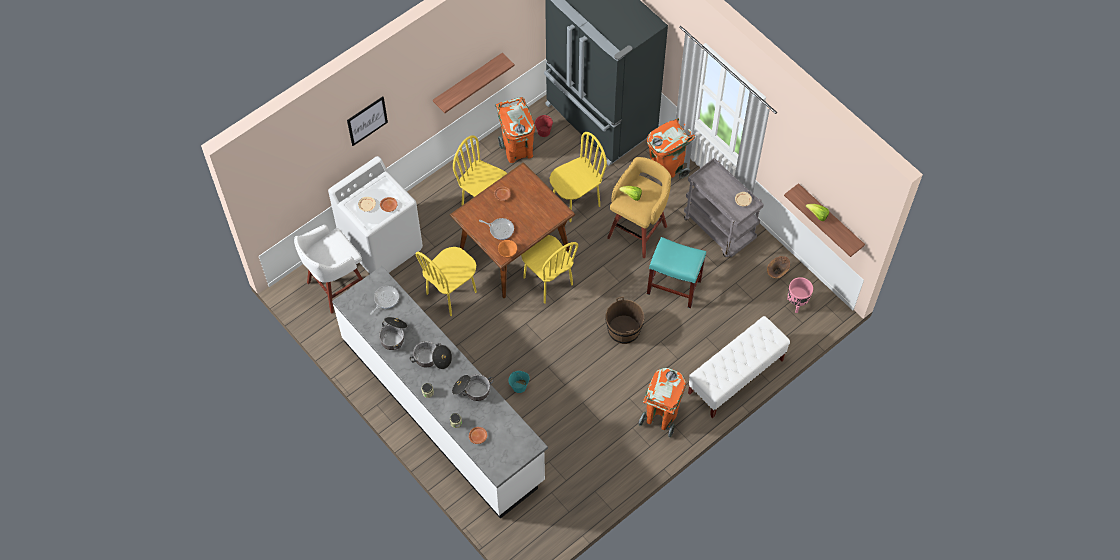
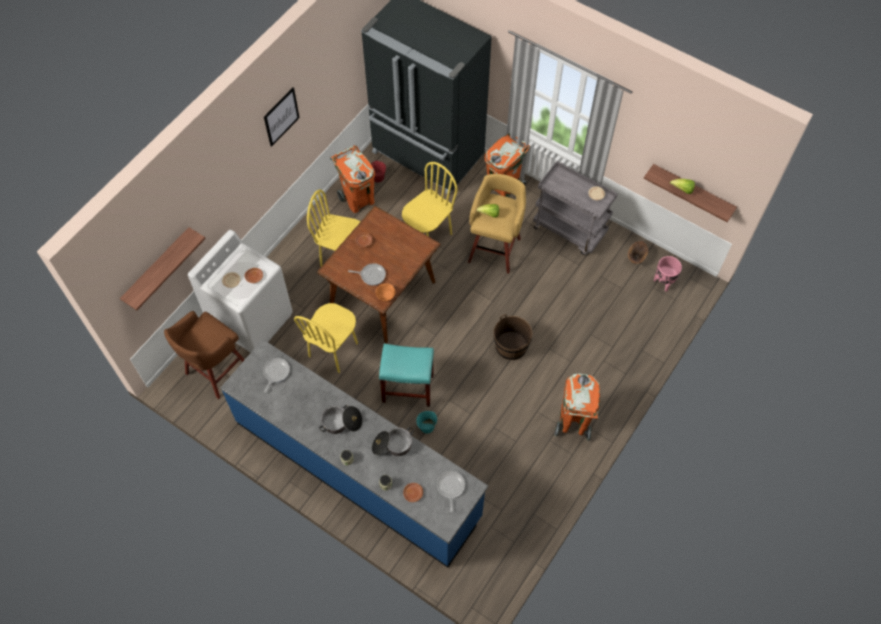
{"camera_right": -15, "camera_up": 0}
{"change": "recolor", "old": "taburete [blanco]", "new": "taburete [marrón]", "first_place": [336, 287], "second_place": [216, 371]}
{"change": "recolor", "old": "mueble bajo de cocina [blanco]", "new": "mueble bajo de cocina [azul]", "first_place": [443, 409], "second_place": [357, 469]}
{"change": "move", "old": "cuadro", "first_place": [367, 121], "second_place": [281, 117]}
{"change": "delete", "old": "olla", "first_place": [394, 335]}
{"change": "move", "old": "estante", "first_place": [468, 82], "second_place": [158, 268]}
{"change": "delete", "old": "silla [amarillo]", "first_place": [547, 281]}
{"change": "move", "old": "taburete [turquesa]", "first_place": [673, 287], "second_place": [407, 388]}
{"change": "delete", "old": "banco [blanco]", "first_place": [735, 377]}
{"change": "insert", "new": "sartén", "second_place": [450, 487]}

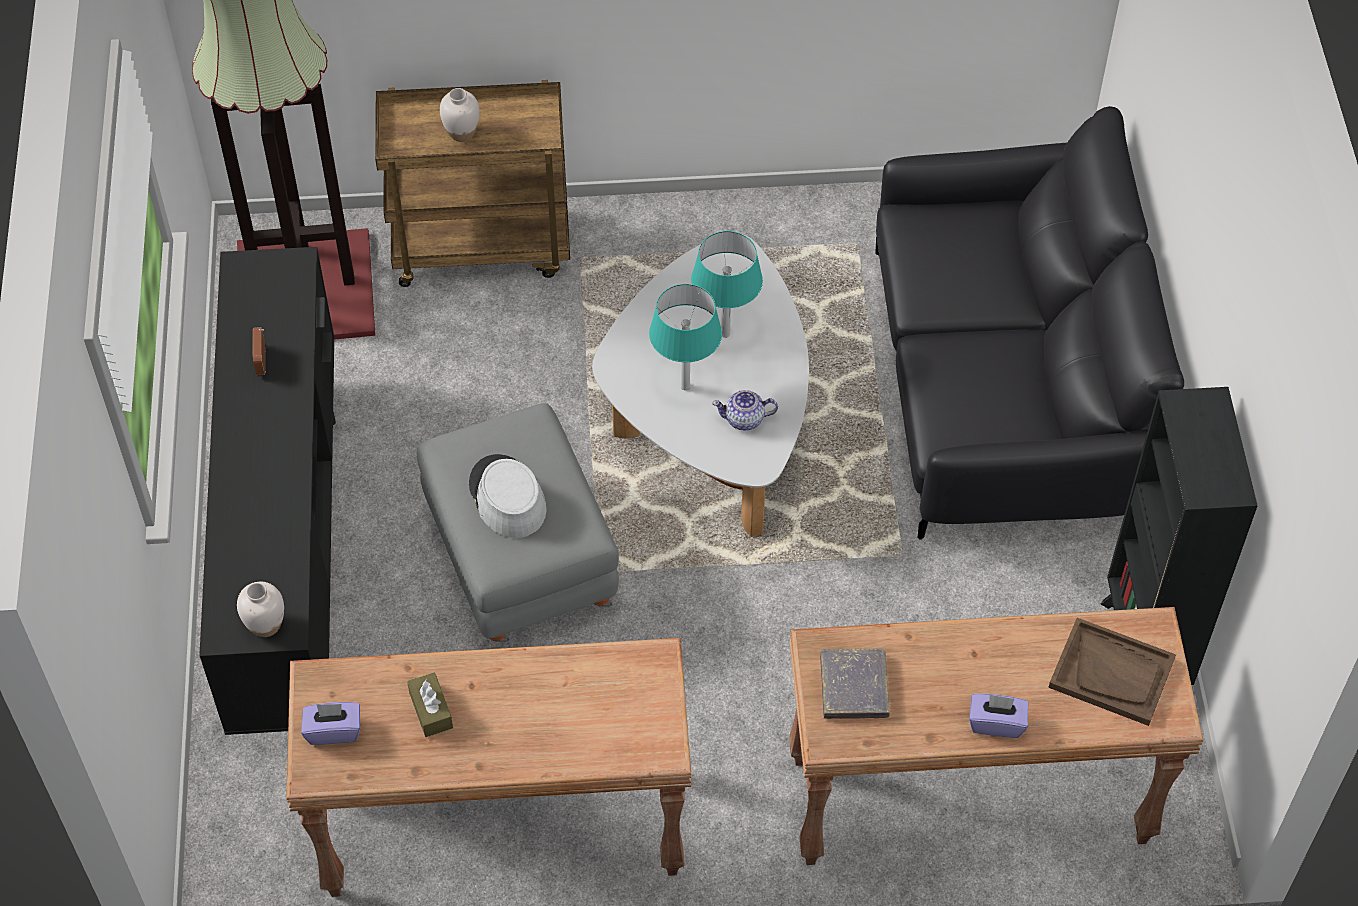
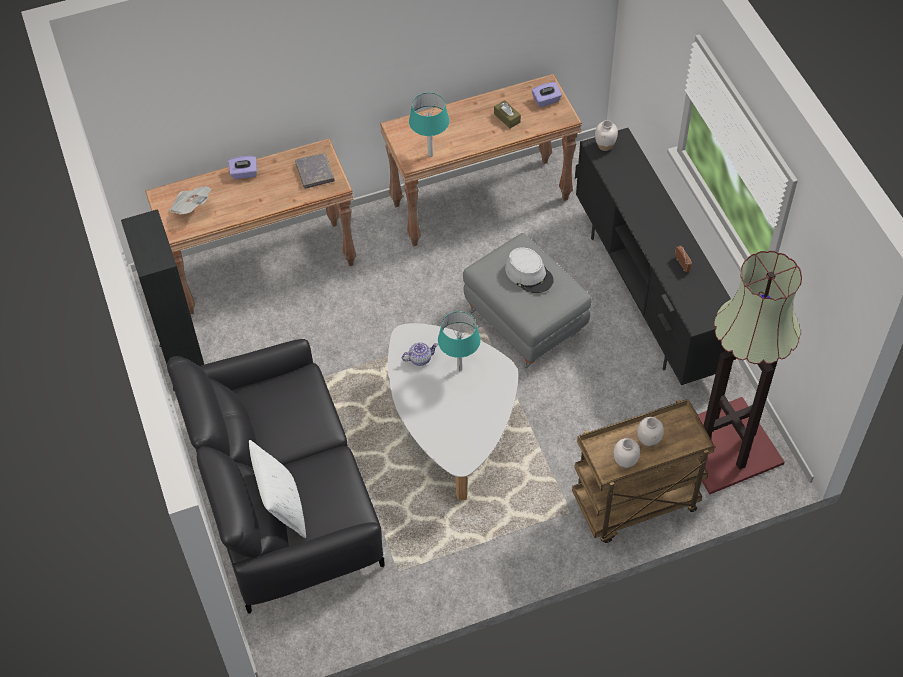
{"camera_right": 165, "camera_up": 0}
{"change": "move", "old": "lámpara de mesa [turquesa]", "first_place": [725, 334], "second_place": [430, 154]}
{"change": "replace", "old": "bandeja [marrón]", "new": "periódico", "first_place": [1112, 673], "second_place": [191, 207]}
{"change": "insert", "new": "cojín [blanco]", "second_place": [282, 507]}
{"change": "insert", "new": "florero [blanco]", "second_place": [624, 463]}

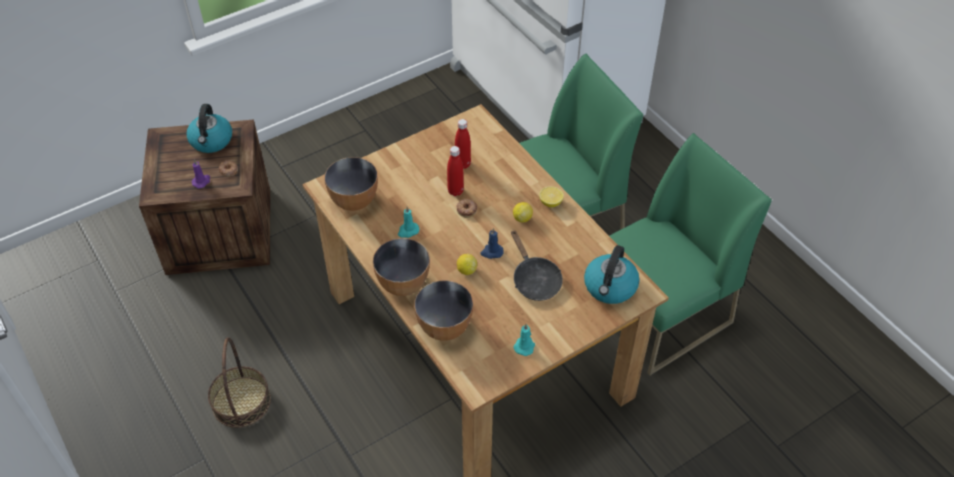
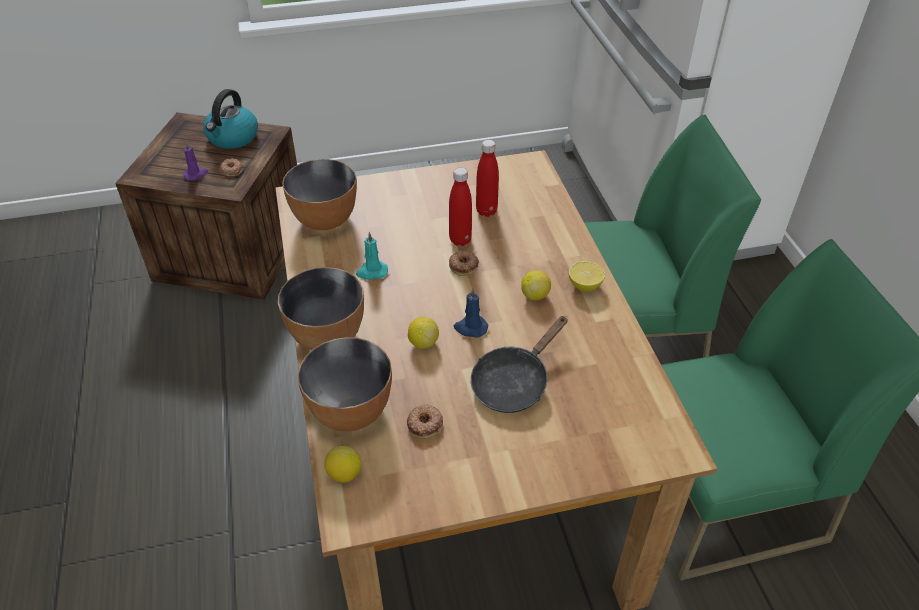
{"camera_right": 20, "camera_up": -5}
{"change": "delete", "old": "cesta", "first_place": [241, 402]}
{"change": "rotate", "old": "sartén [negro]", "first_place": [534, 280], "second_place": [514, 382], "degrees": 45}
{"change": "delete", "old": "vela [turquesa]", "first_place": [524, 346]}
{"change": "delete", "old": "hervidor", "first_place": [610, 287]}
{"change": "insert", "new": "limón", "second_place": [344, 474]}
{"change": "insert", "new": "rosquilla", "second_place": [425, 424]}

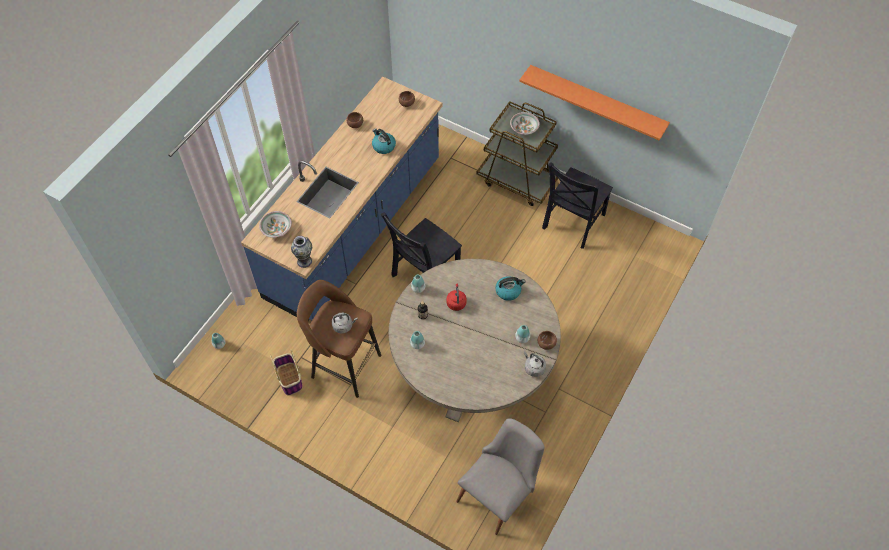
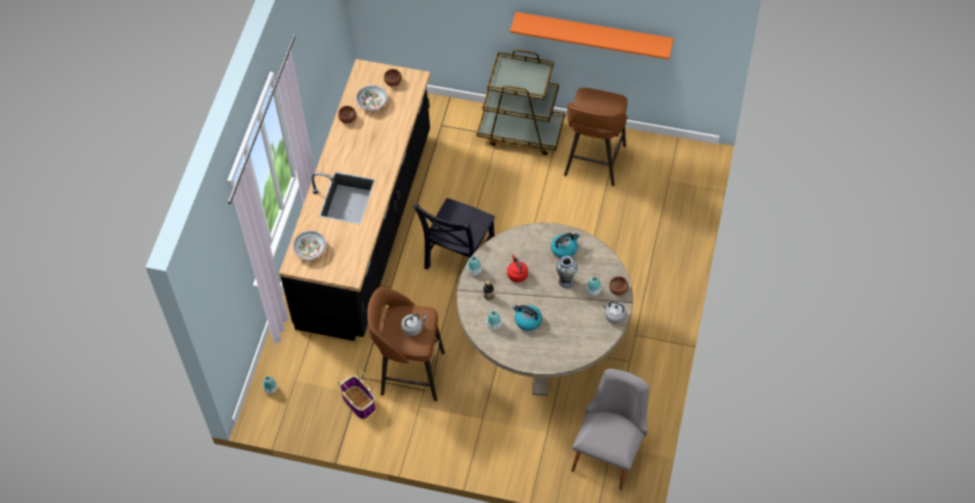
{"camera_right": -15, "camera_up": 0}
{"change": "recolor", "old": "mueble bajo de cocina [azul]", "new": "mueble bajo de cocina [negro]", "first_place": [355, 228], "second_place": [367, 229]}
{"change": "move", "old": "florero", "first_place": [304, 261], "second_place": [565, 281]}
{"change": "move", "old": "hervidor", "first_place": [383, 146], "second_place": [527, 321]}
{"change": "move", "old": "cuenco", "first_place": [524, 129], "second_place": [372, 103]}
{"change": "replace", "old": "silla [negro]", "new": "taburete [marrón]", "first_place": [572, 223], "second_place": [594, 162]}

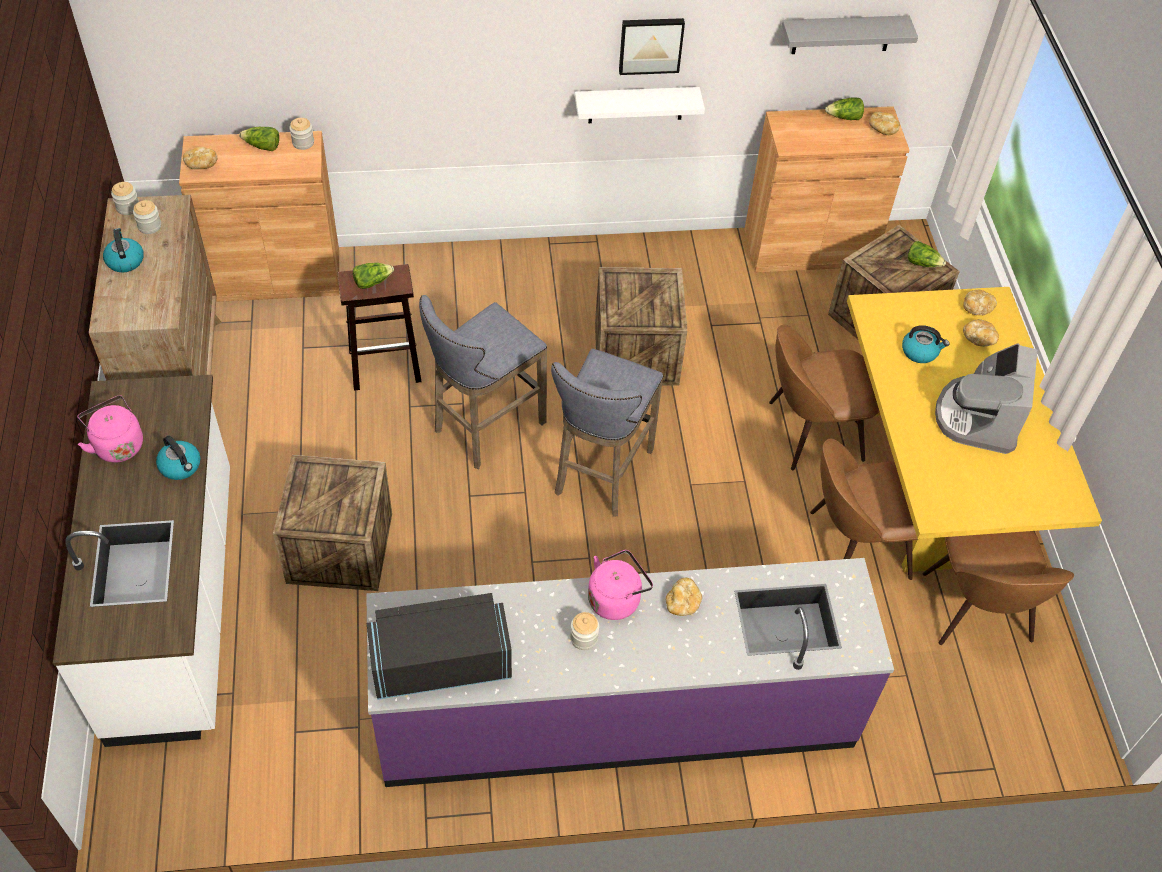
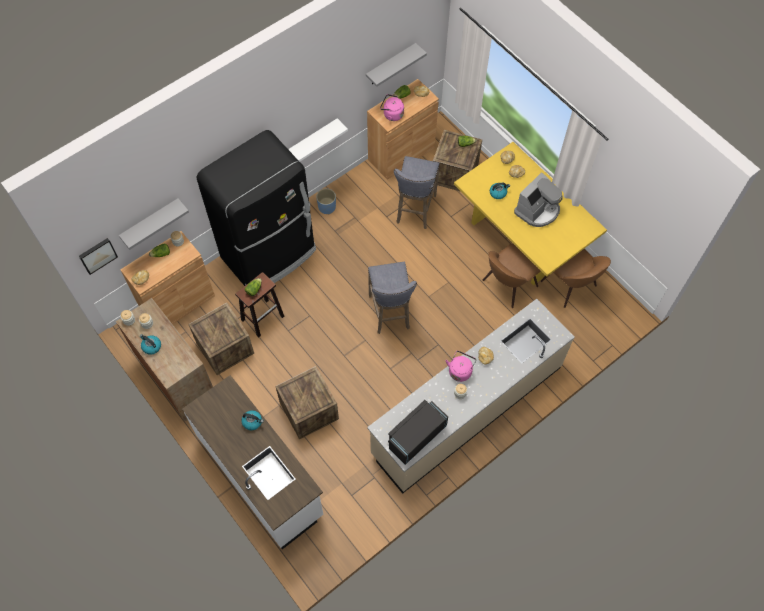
{"camera_right": -30, "camera_up": 10}
{"change": "move", "old": "hervidor [rosa]", "first_place": [117, 444], "second_place": [392, 114]}
{"change": "recolor", "old": "mueble bajo de cocina [morado]", "new": "mueble bajo de cocina [beis]", "first_place": [616, 713], "second_place": [466, 410]}
{"change": "move", "old": "taburete [gris]", "first_place": [485, 429], "second_place": [415, 211]}
{"change": "move", "old": "caja de embalaje", "first_place": [636, 353], "second_place": [225, 348]}
{"change": "move", "old": "cuadro", "first_place": [650, 44], "second_place": [97, 255]}
{"change": "delete", "old": "silla [marrón]", "first_place": [811, 431]}
{"change": "rotate", "old": "cafetera", "first_place": [978, 417], "second_place": [537, 210], "degrees": -120}
{"change": "insert", "new": "estante [gris]", "second_place": [151, 222]}
{"change": "insert", "new": "nevera [negro]", "second_place": [270, 254]}
{"change": "insert", "new": "maceta [azul]", "second_place": [327, 207]}

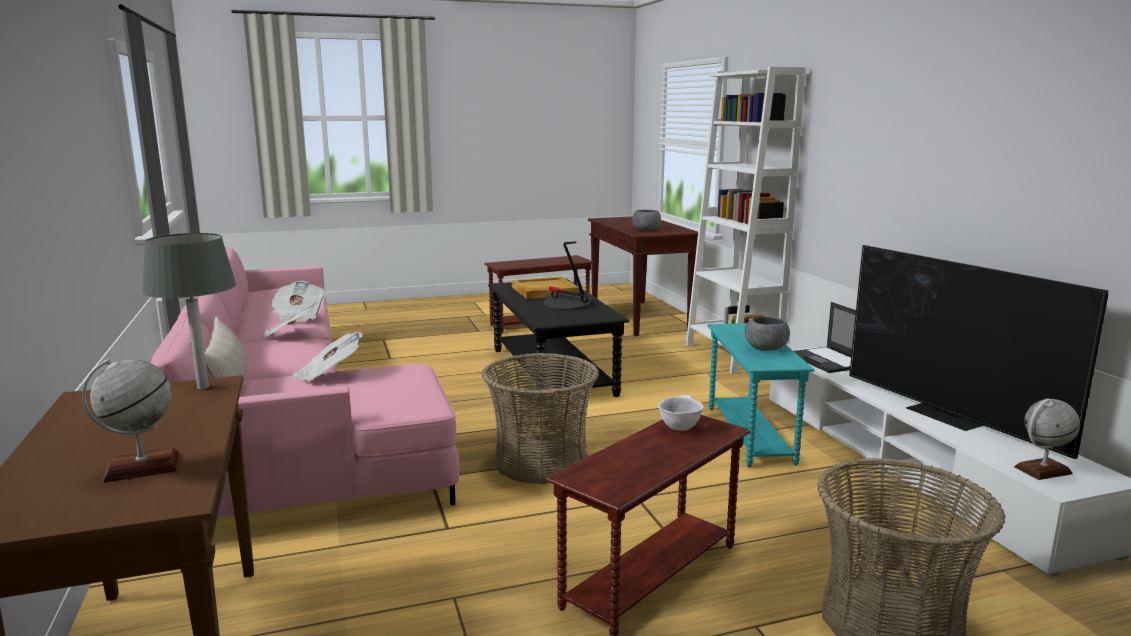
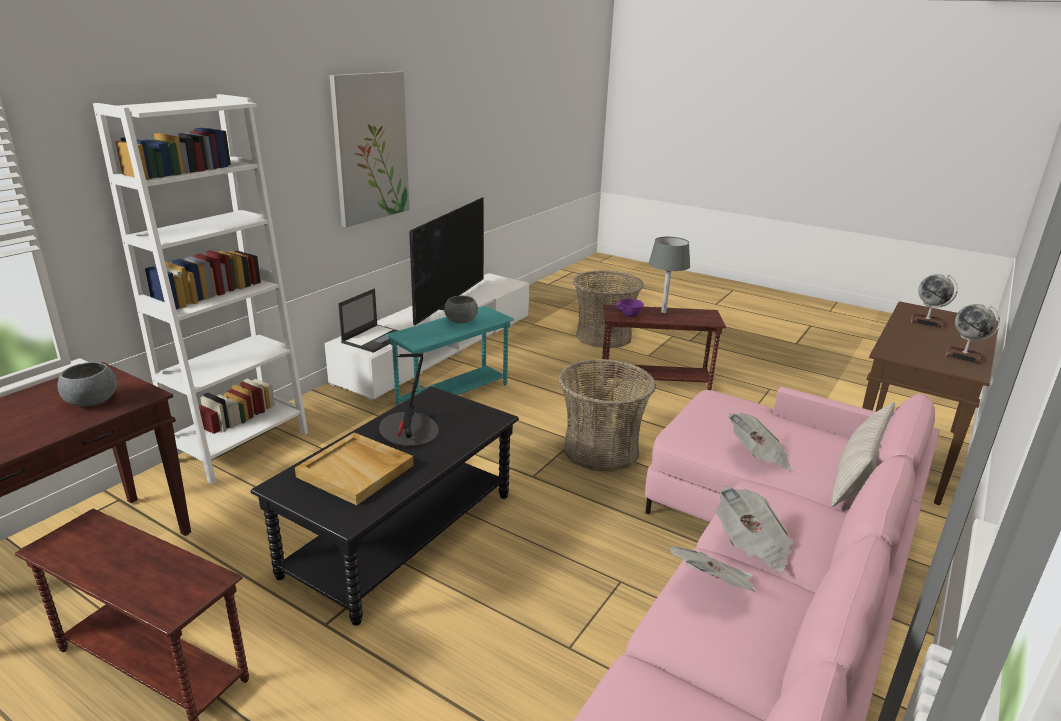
{"camera_right": -130, "camera_up": 10}
{"change": "move", "old": "lámpara de mesa [gris]", "first_place": [203, 387], "second_place": [663, 312]}
{"change": "recolor", "old": "cuenco [blanco]", "new": "cuenco [morado]", "first_place": [679, 427], "second_place": [629, 316]}
{"change": "move", "old": "globo terráqueo", "first_place": [1042, 470], "second_place": [964, 356]}
{"change": "insert", "new": "cuadro", "second_place": [370, 148]}

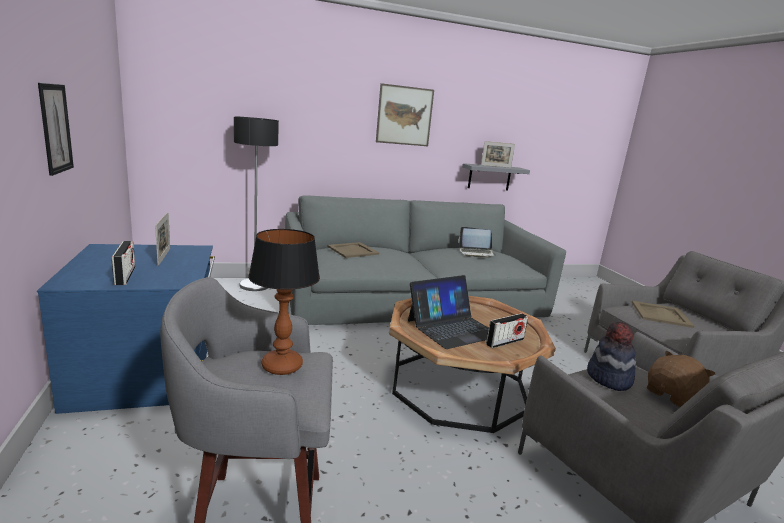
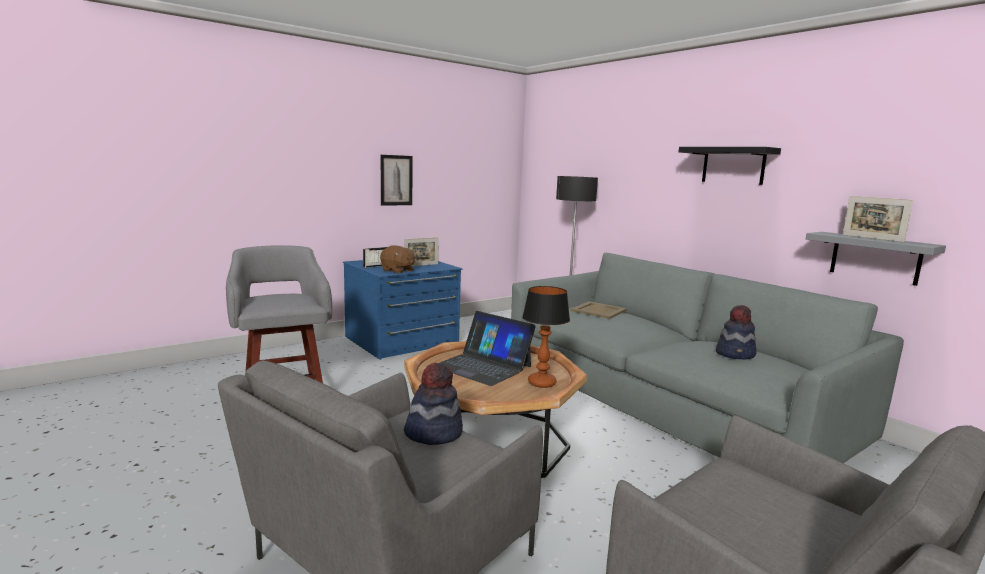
{"camera_right": 70, "camera_up": -5}
{"change": "move", "old": "lámpara de mesa", "first_place": [282, 366], "second_place": [541, 383]}
{"change": "replace", "old": "cuadro", "new": "estante [negro]", "first_place": [404, 115], "second_place": [733, 165]}
{"change": "replace", "old": "portátil", "new": "sombrero", "first_place": [476, 253], "second_place": [735, 354]}
{"change": "delete", "old": "radio", "first_place": [505, 342]}
{"change": "delete", "old": "bandeja [beis]", "first_place": [660, 314]}
{"change": "move", "old": "peluche [marrón]", "first_place": [672, 395], "second_place": [397, 270]}

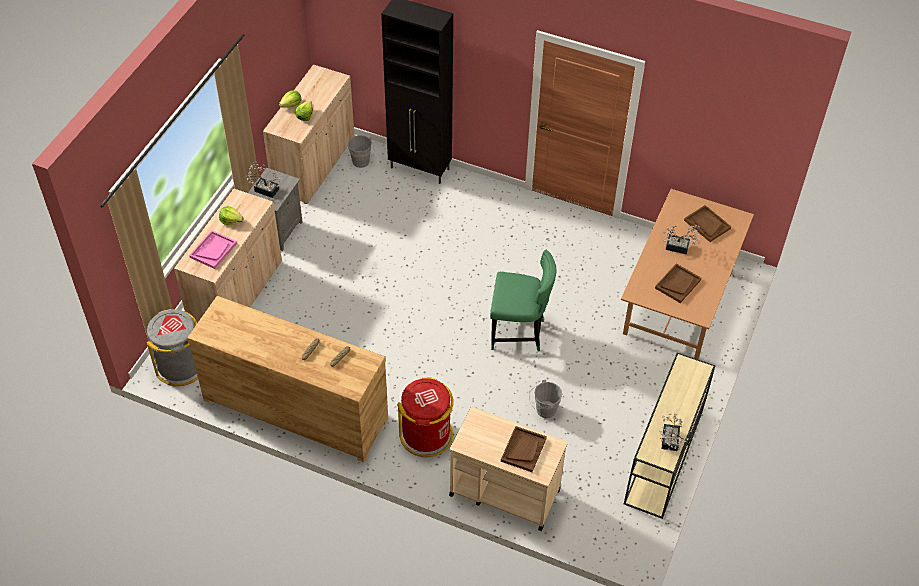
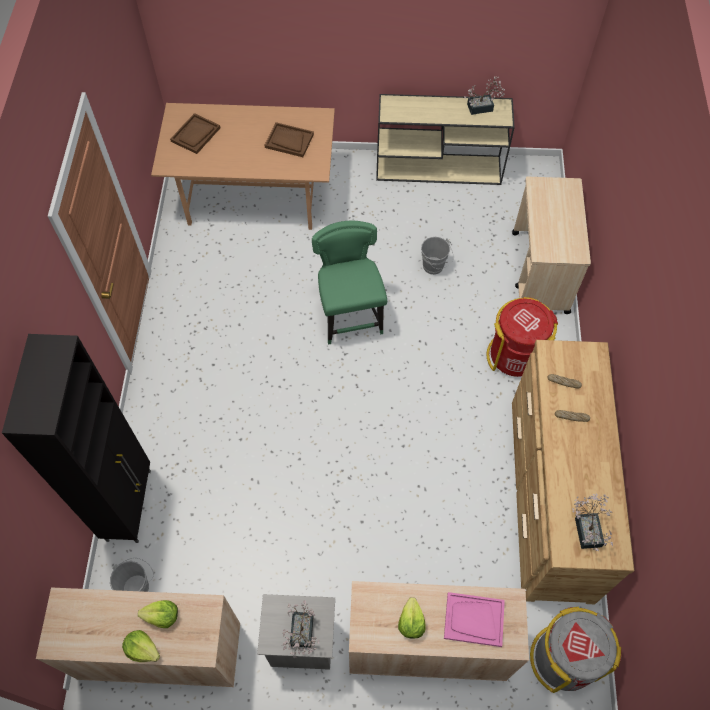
{"camera_right": -110, "camera_up": 10}
{"change": "delete", "old": "bandeja [marrón]", "first_place": [523, 449]}
{"change": "move", "old": "planta en maceta", "first_place": [680, 248], "second_place": [587, 528]}

